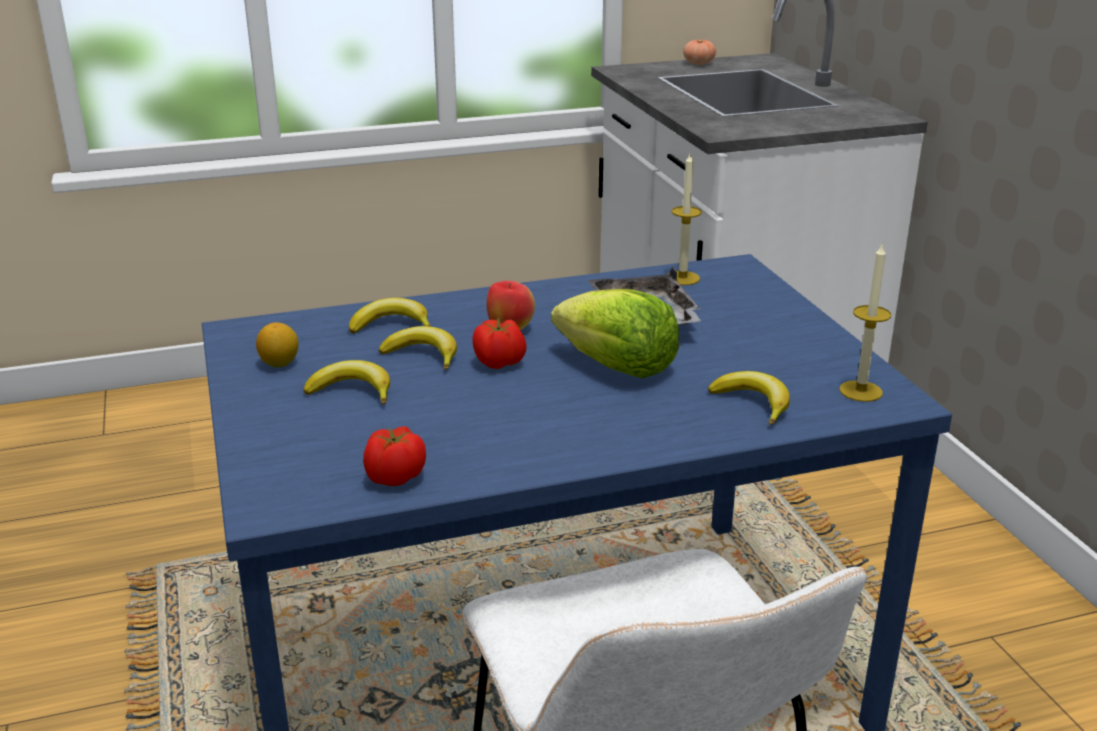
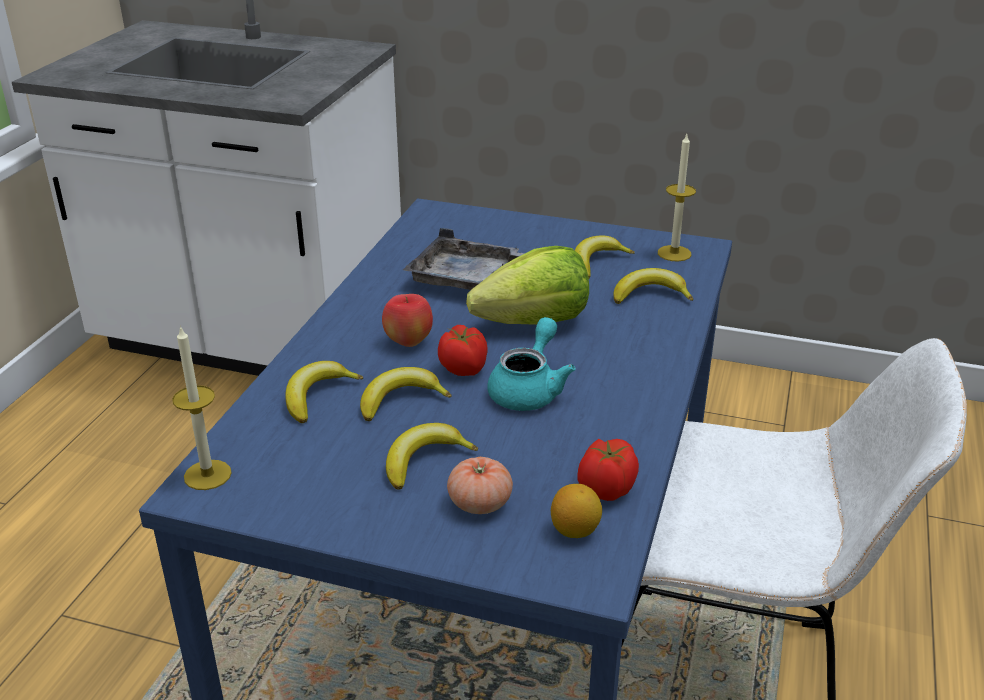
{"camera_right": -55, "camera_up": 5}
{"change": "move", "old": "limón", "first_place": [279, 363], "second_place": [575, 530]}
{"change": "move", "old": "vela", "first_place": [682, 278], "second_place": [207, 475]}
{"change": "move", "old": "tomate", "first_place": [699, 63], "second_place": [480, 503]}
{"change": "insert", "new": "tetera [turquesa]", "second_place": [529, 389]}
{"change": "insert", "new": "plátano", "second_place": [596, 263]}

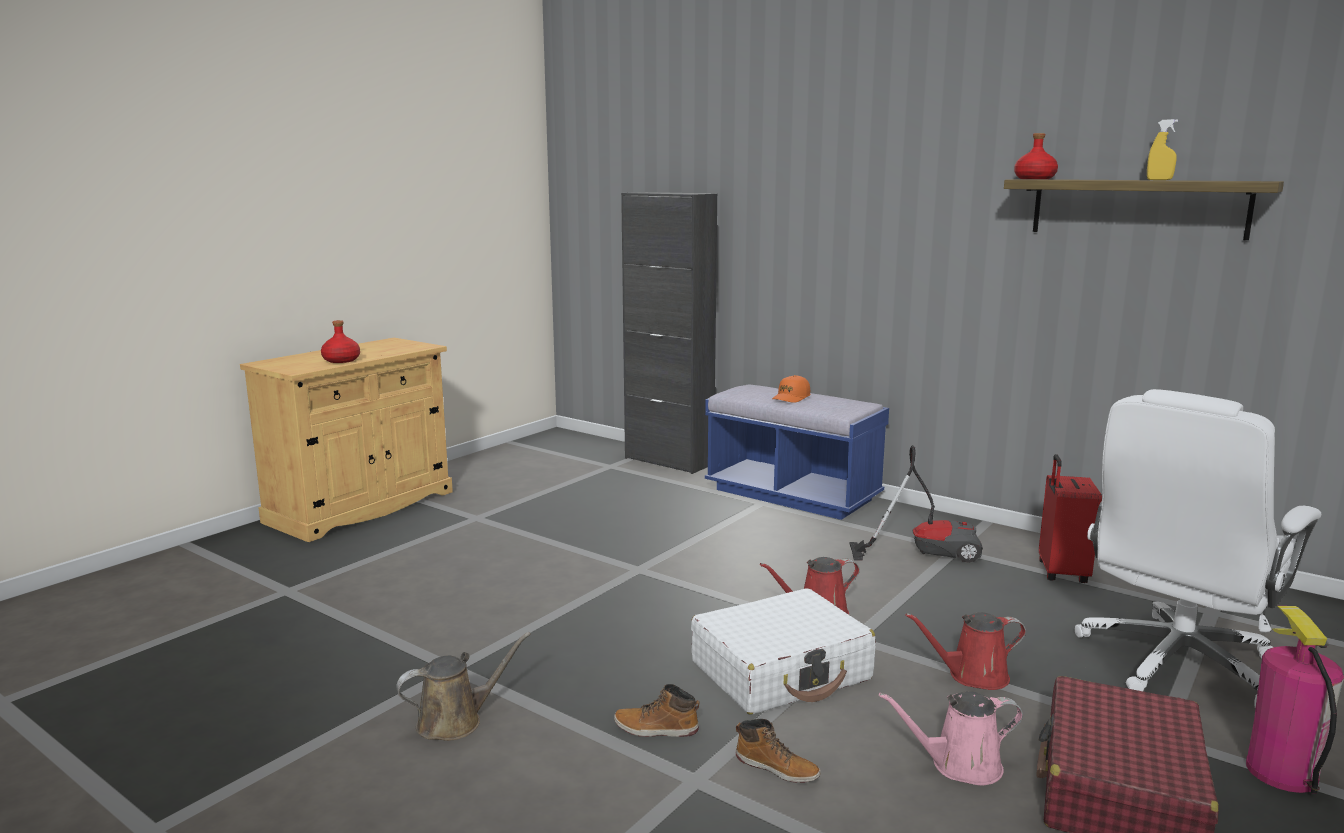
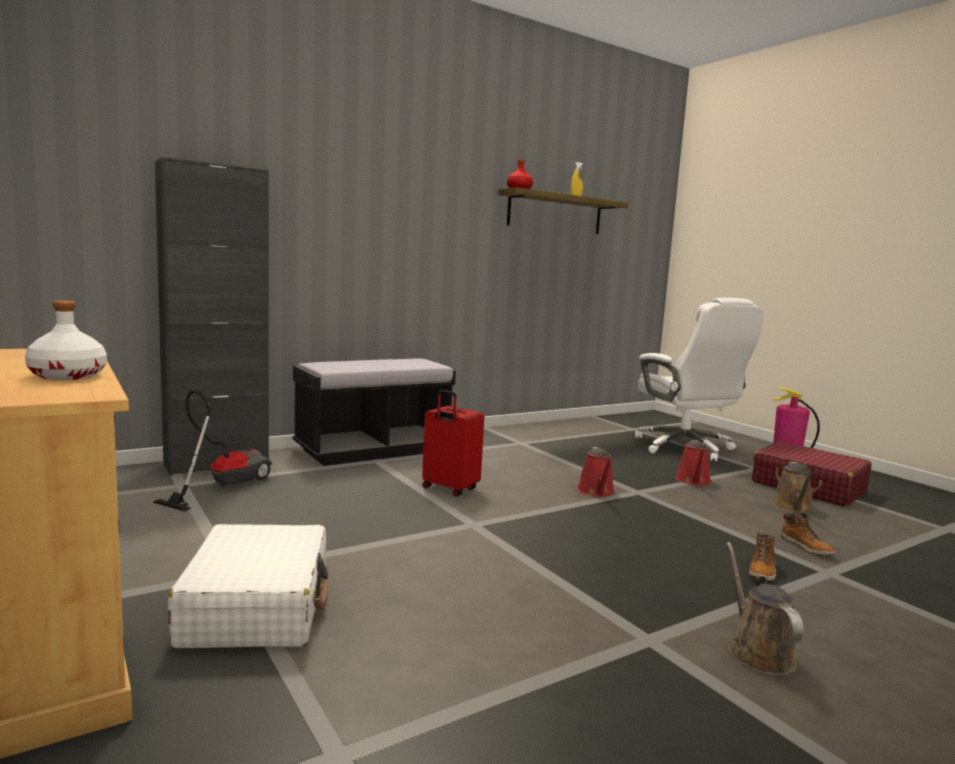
{"camera_right": -70, "camera_up": -5}
{"change": "recolor", "old": "botella [rojo]", "new": "botella [blanco]", "first_place": [341, 360], "second_place": [68, 376]}
{"change": "move", "old": "maleta [blanco]", "first_place": [781, 671], "second_place": [257, 606]}
{"change": "recolor", "old": "banco [azul]", "new": "banco [negro]", "first_place": [792, 495], "second_place": [373, 450]}
{"change": "rotate", "old": "bota", "first_place": [777, 768], "second_place": [806, 547], "degrees": 105}
{"change": "delete", "old": "gorra [naranja]", "first_place": [791, 397]}
{"change": "move", "old": "aspiradora", "first_place": [925, 552], "second_place": [222, 485]}
{"change": "recolor", "old": "regadera [rosa]", "new": "regadera [marrón]", "first_place": [959, 765], "second_place": [793, 507]}
{"change": "move", "old": "maleta [rojo]", "first_place": [1060, 573], "second_place": [449, 489]}

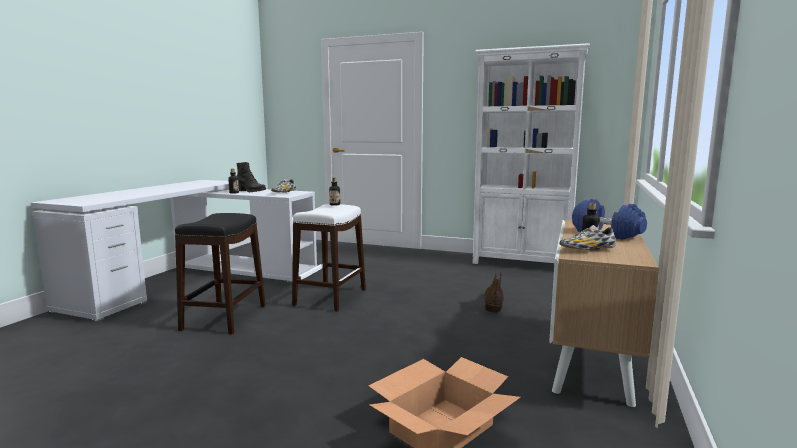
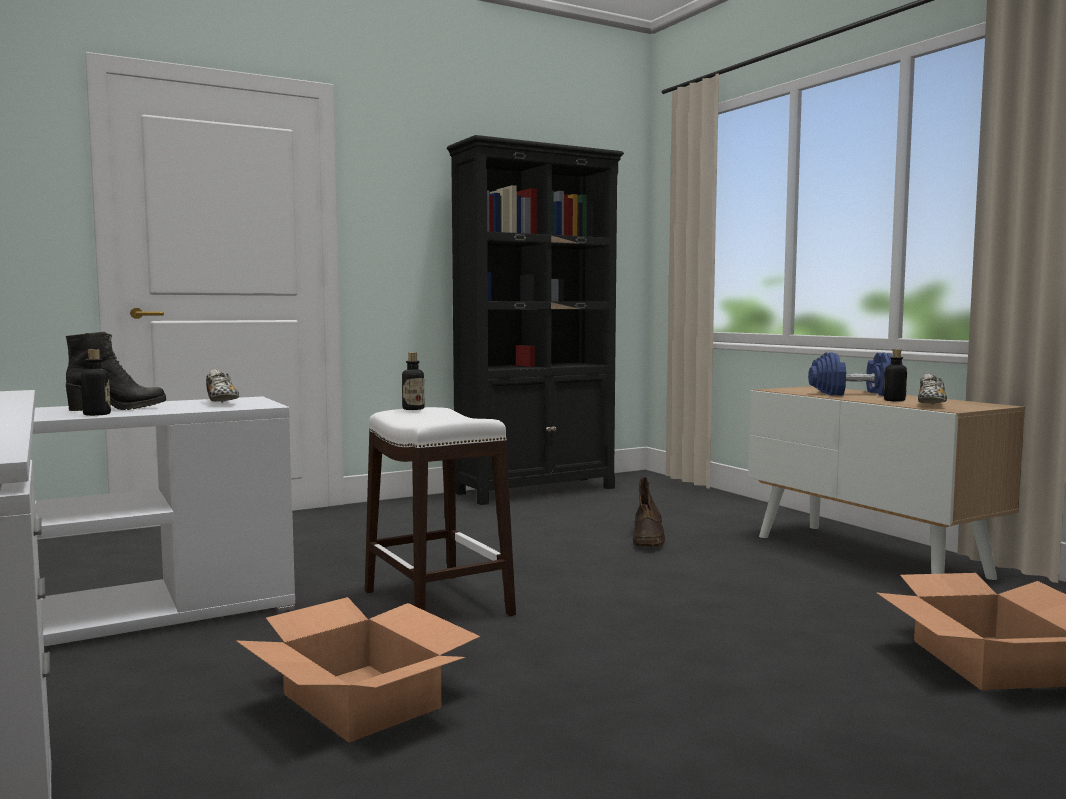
{"camera_right": -50, "camera_up": -5}
{"change": "replace", "old": "taburete [negro]", "new": "caja de cartón", "first_place": [224, 317], "second_place": [361, 700]}
{"change": "recolor", "old": "estantería [blanco]", "new": "estantería [negro]", "first_place": [522, 263], "second_place": [537, 490]}
{"change": "rotate", "old": "bota [marrón]", "first_place": [493, 302], "second_place": [648, 539], "degrees": -135}

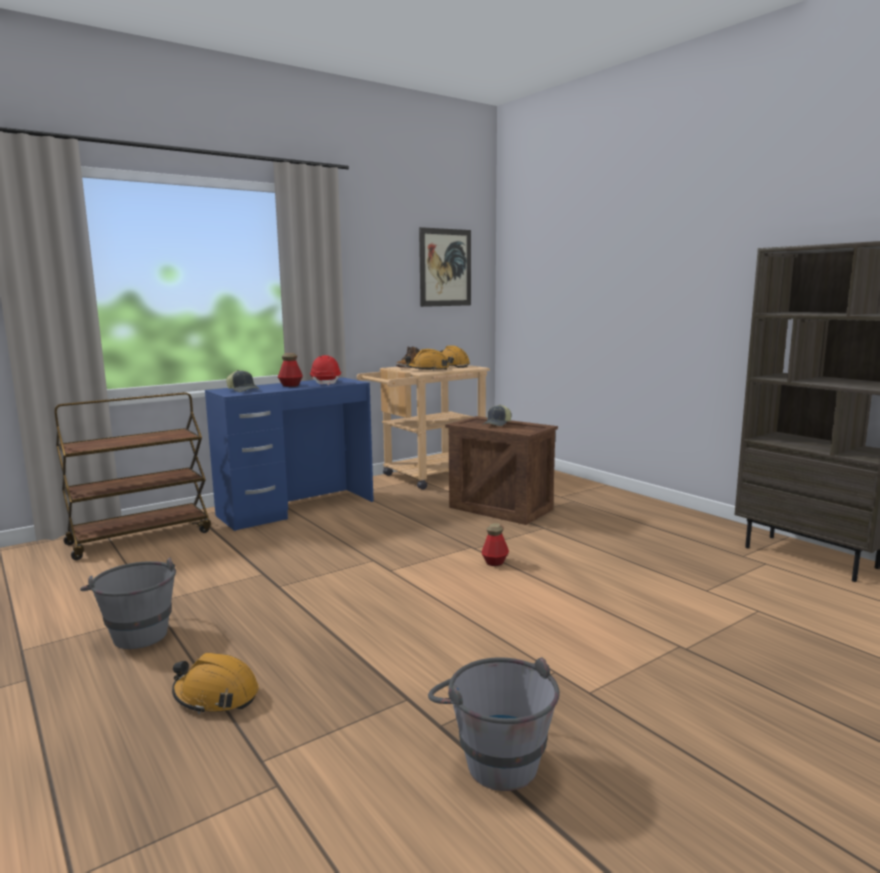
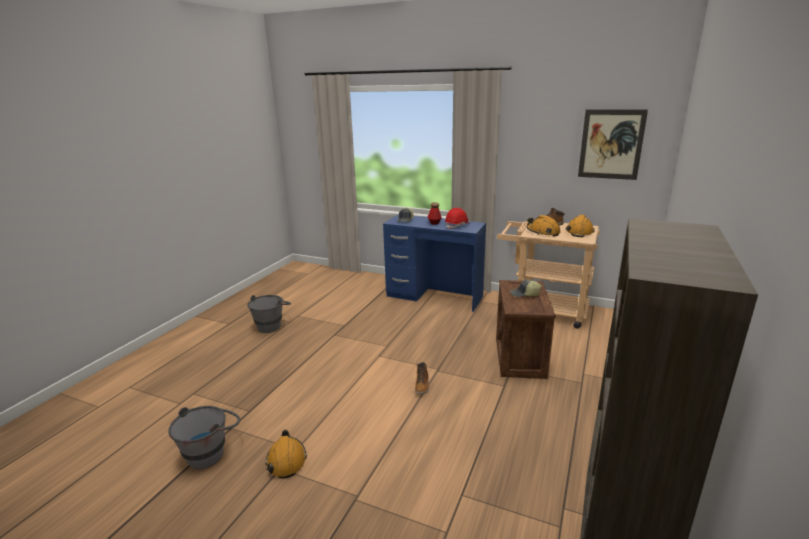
{"camera_right": 60, "camera_up": 10}
{"change": "delete", "old": "carrito [marrón]", "first_place": [141, 537]}
{"change": "move", "old": "casco [naranja]", "first_place": [216, 696], "second_place": [286, 460]}
{"change": "replace", "old": "botella", "new": "bota", "first_place": [495, 562], "second_place": [422, 385]}

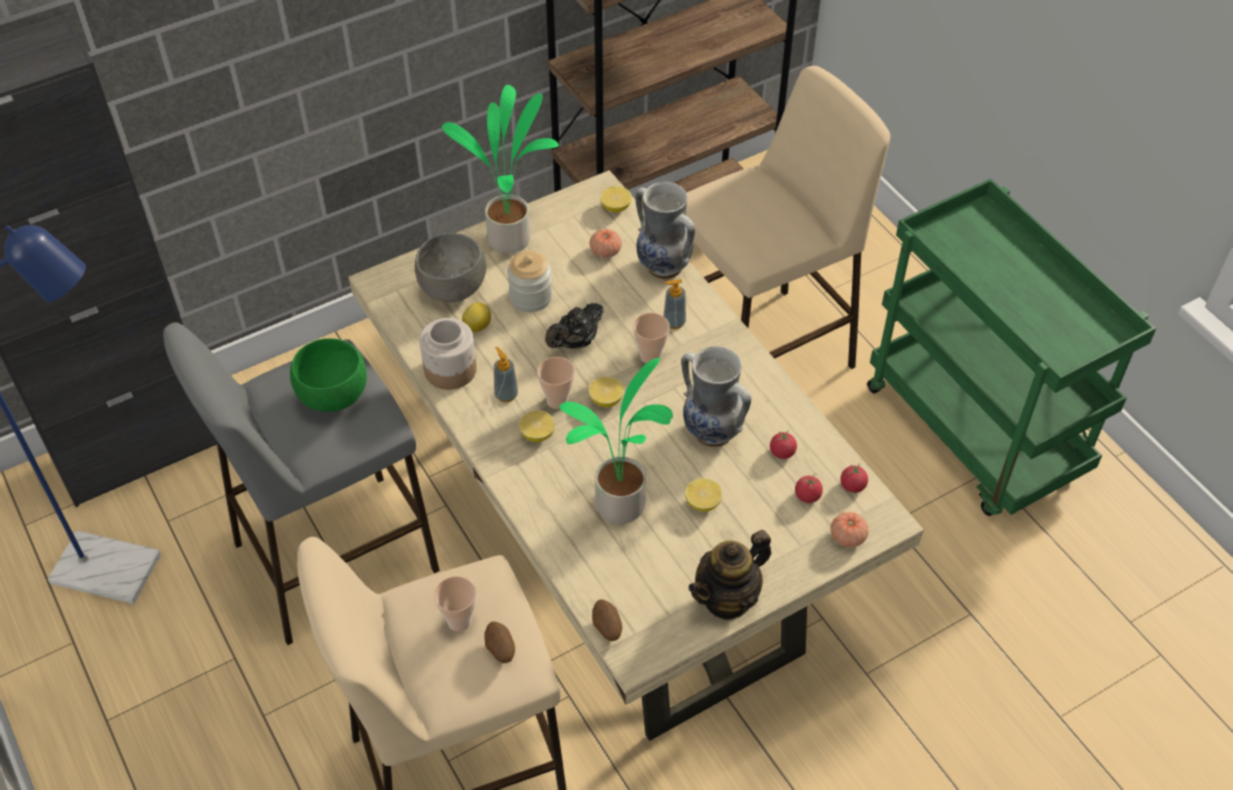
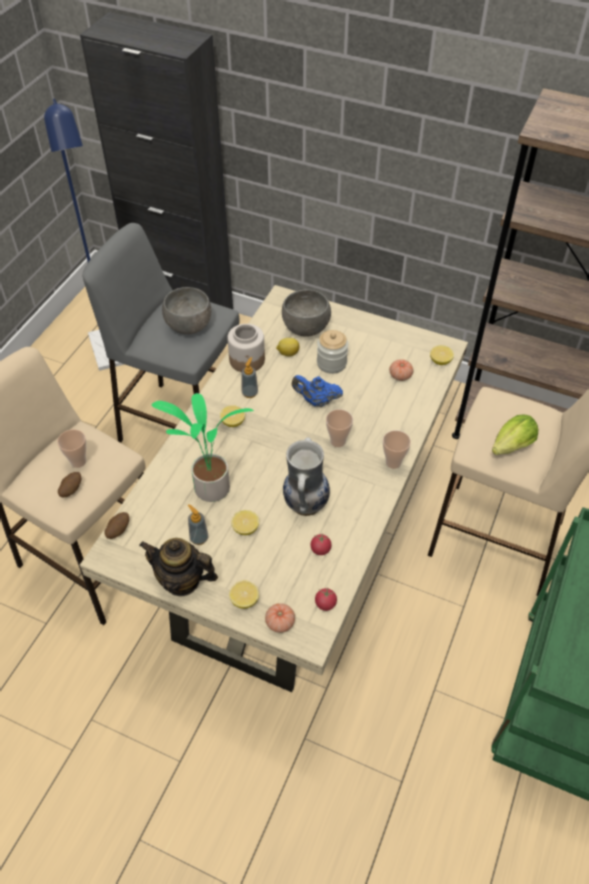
{"camera_right": 55, "camera_up": 0}
{"change": "recolor", "old": "cuenco [verde]", "new": "cuenco [gris]", "first_place": [334, 396], "second_place": [189, 327]}
{"change": "delete", "old": "planta en maceta", "first_place": [512, 238]}
{"change": "move", "old": "taza", "first_place": [557, 401], "second_place": [393, 462]}
{"change": "recolor", "old": "tetera [negro]", "new": "tetera [azul]", "first_place": [576, 342], "second_place": [316, 401]}
{"change": "move", "old": "limón", "first_place": [606, 400], "second_place": [244, 600]}
{"change": "delete", "old": "florero", "first_place": [663, 267]}
{"change": "move", "old": "dispensador de jabón", "first_place": [674, 322], "second_place": [199, 538]}
{"change": "delete", "old": "tomate", "first_place": [807, 495]}
{"change": "insert", "new": "lechuga", "second_place": [509, 448]}

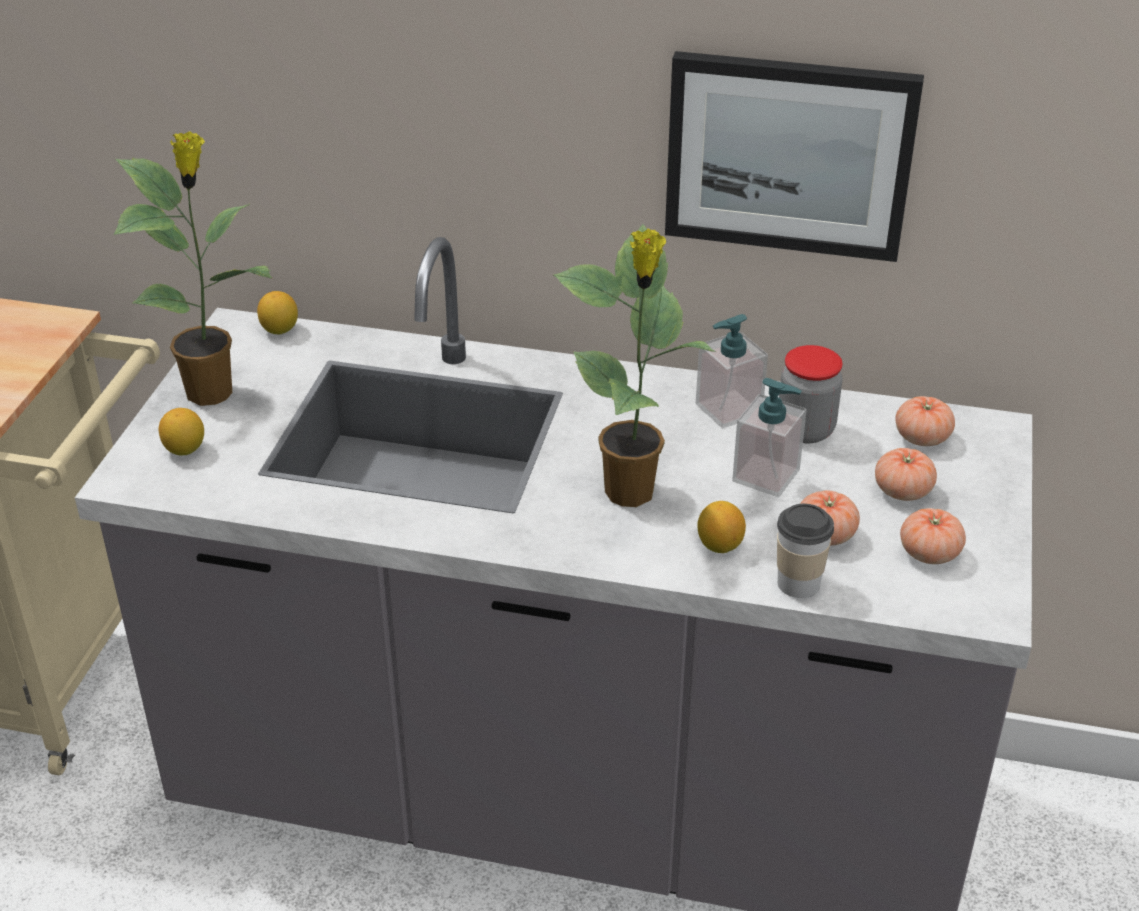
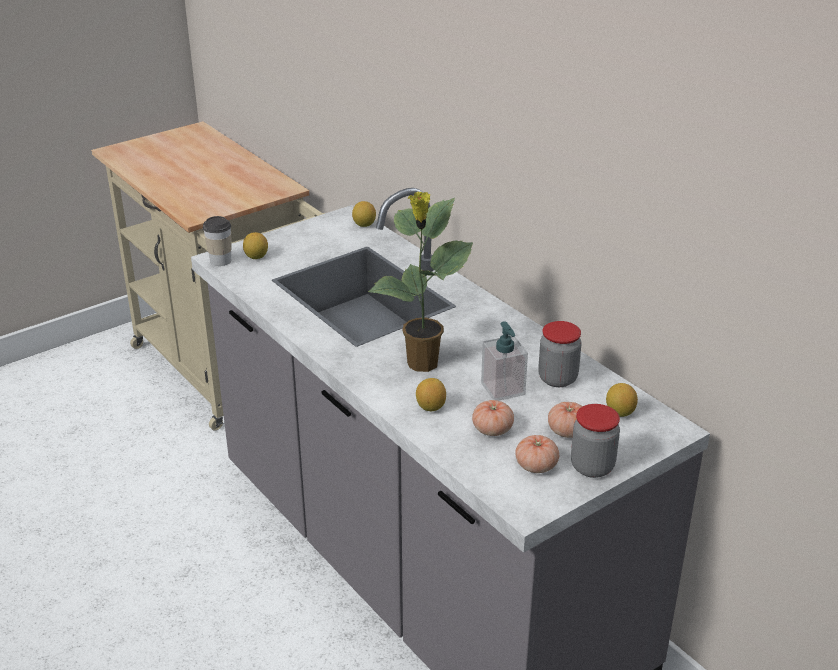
{"camera_right": 40, "camera_up": -5}
{"change": "delete", "old": "planta en maceta", "first_place": [213, 392]}
{"change": "delete", "old": "cuadro", "first_place": [789, 154]}
{"change": "delete", "old": "dispensador de jabón", "first_place": [728, 409]}
{"change": "move", "old": "taza", "first_place": [798, 584], "second_place": [220, 260]}
{"change": "replace", "old": "tomate", "new": "limón", "first_place": [922, 437], "second_place": [620, 412]}
{"change": "insert", "new": "tarro", "second_place": [592, 467]}

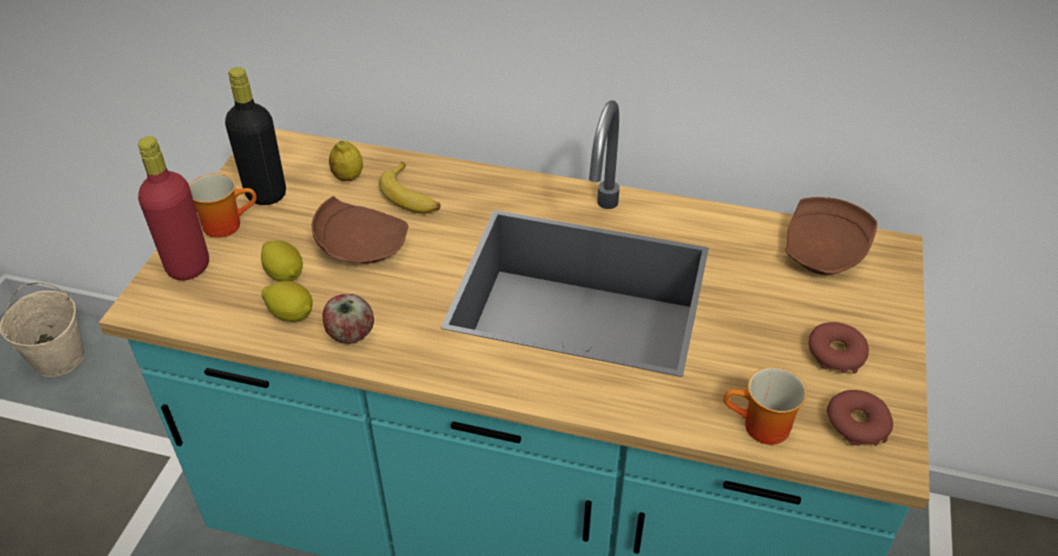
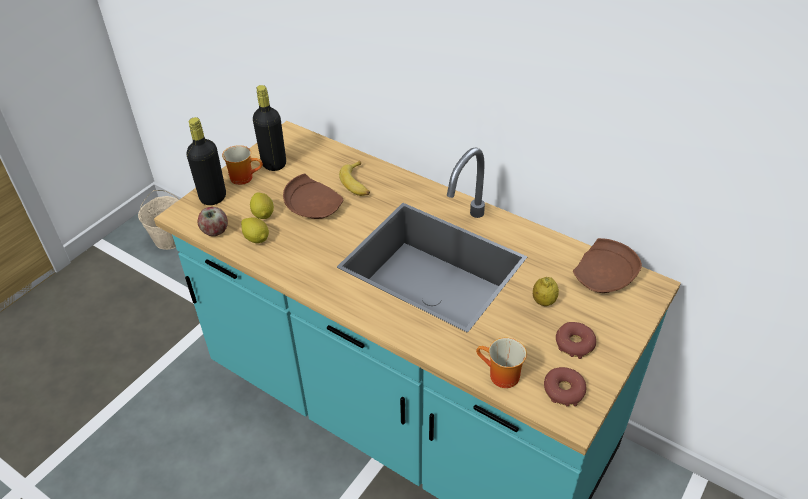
{"camera_right": 20, "camera_up": 0}
{"change": "recolor", "old": "botella [rojo]", "new": "botella [negro]", "first_place": [188, 266], "second_place": [213, 197]}
{"change": "move", "old": "manzana", "first_place": [350, 334], "second_place": [215, 231]}
{"change": "move", "old": "limón", "first_place": [348, 177], "second_place": [543, 301]}

